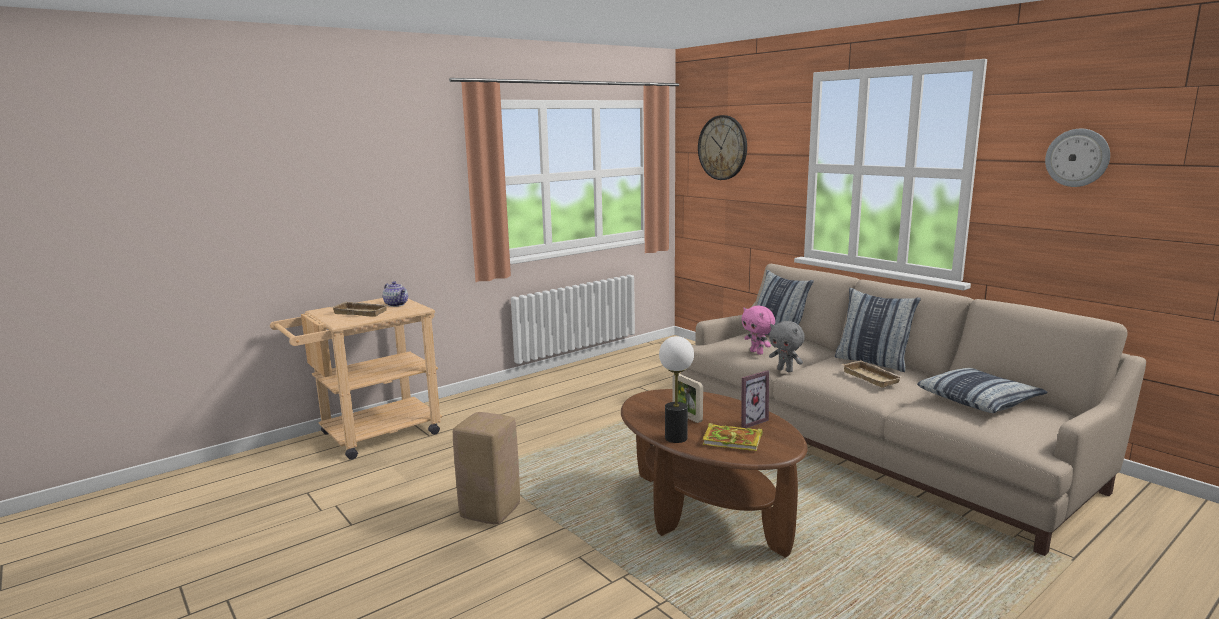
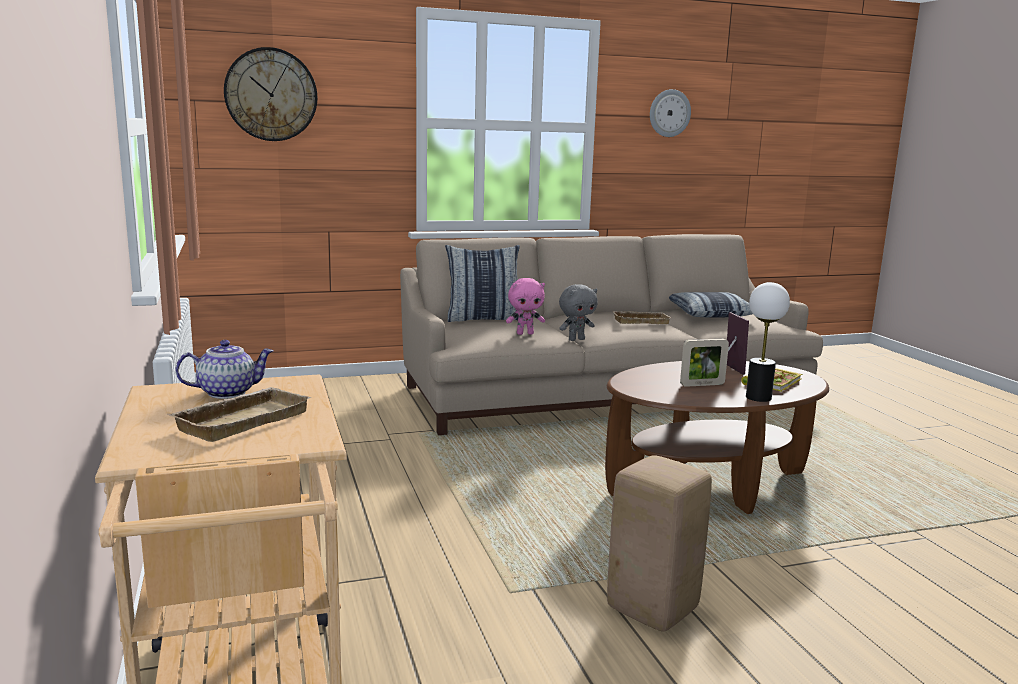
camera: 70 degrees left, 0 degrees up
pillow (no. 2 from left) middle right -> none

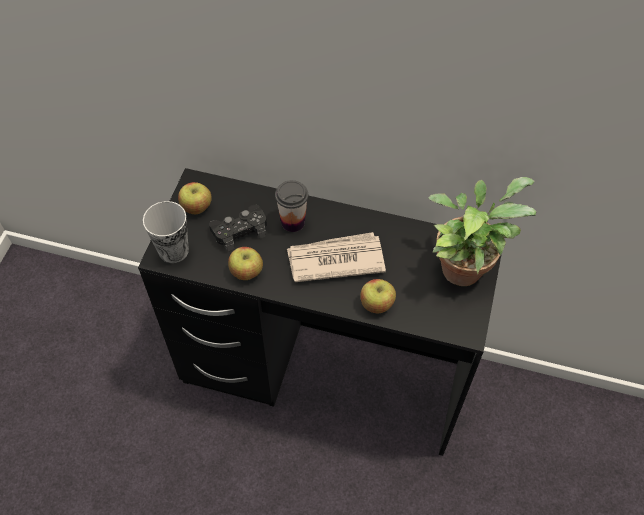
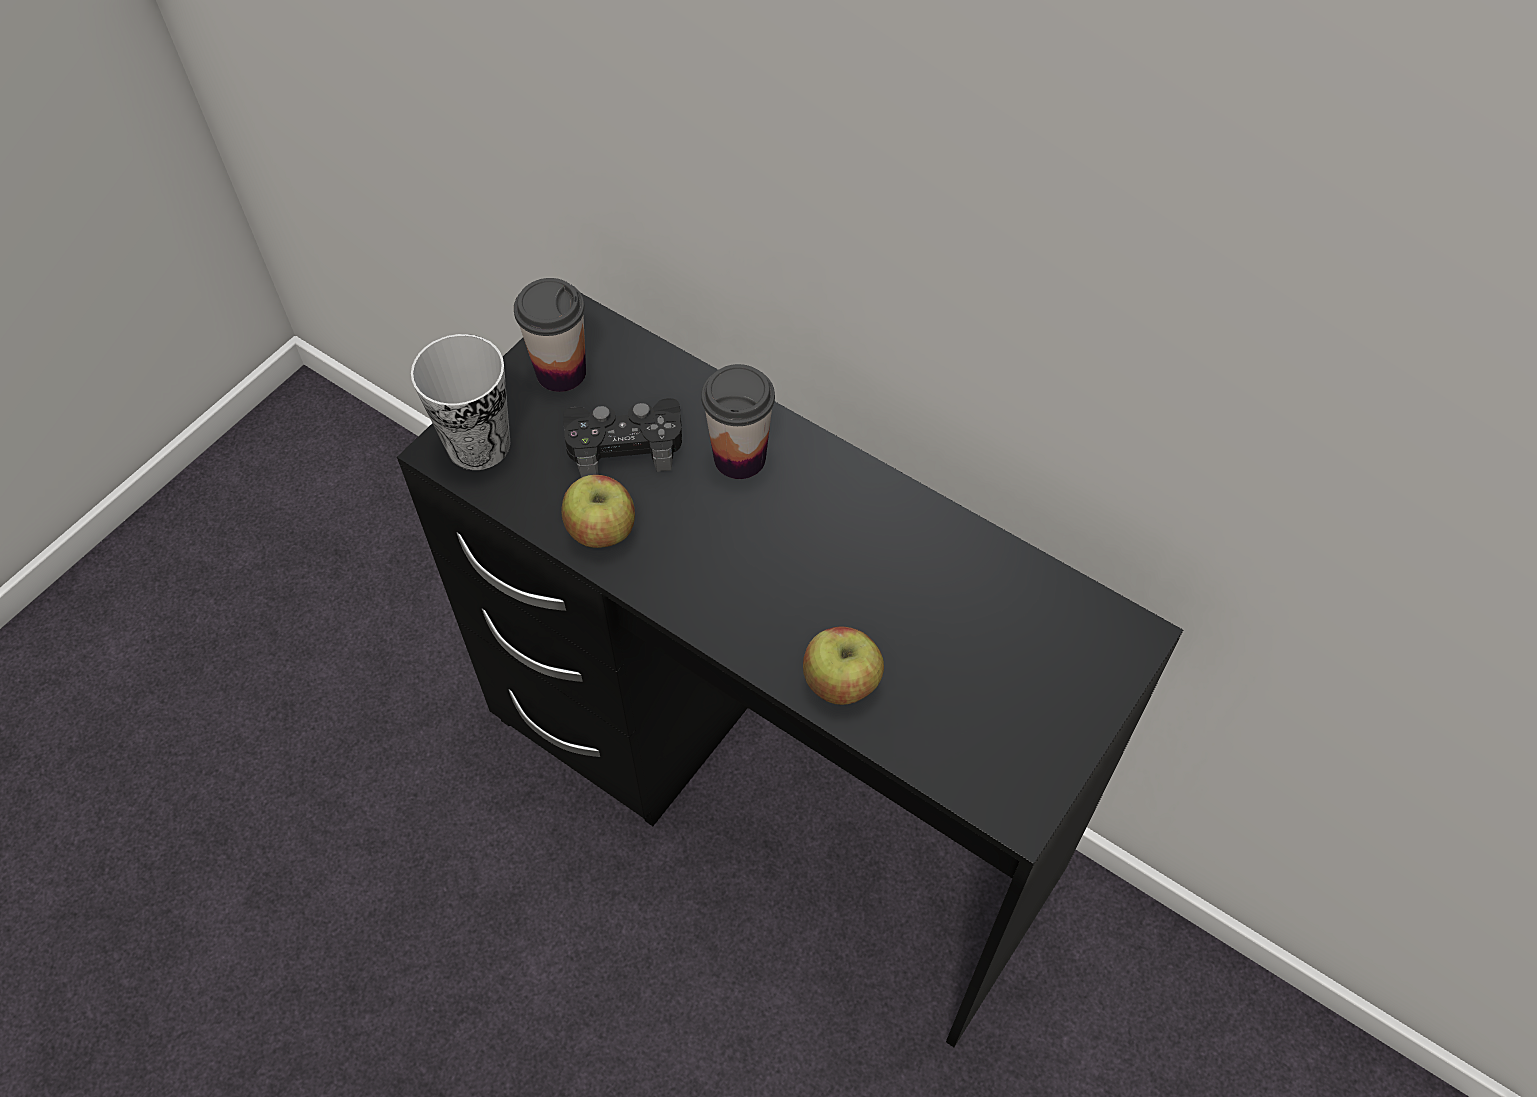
camera: 20 degrees right, 0 degrees up
potted plant middle right -> none
apple (no. 1 from left) middle left -> cup (no. 2 from left) top centre
newspaper centre -> none

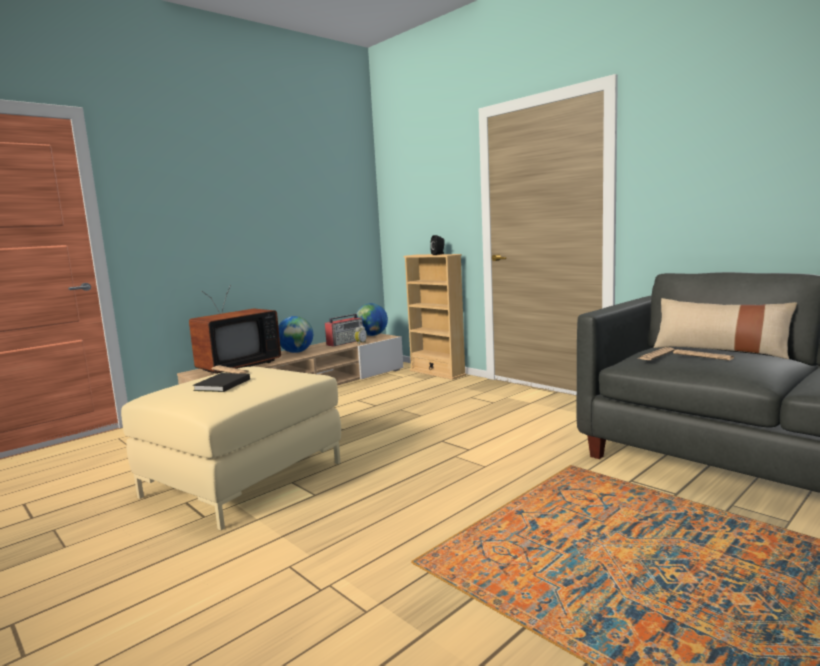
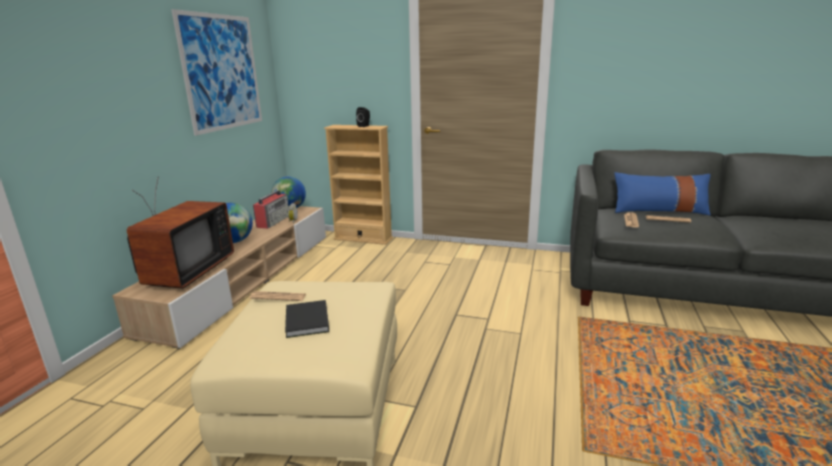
camera: 30 degrees left, 10 degrees up
beige pillow middle right -> blue pillow middle right
none -> picture top left

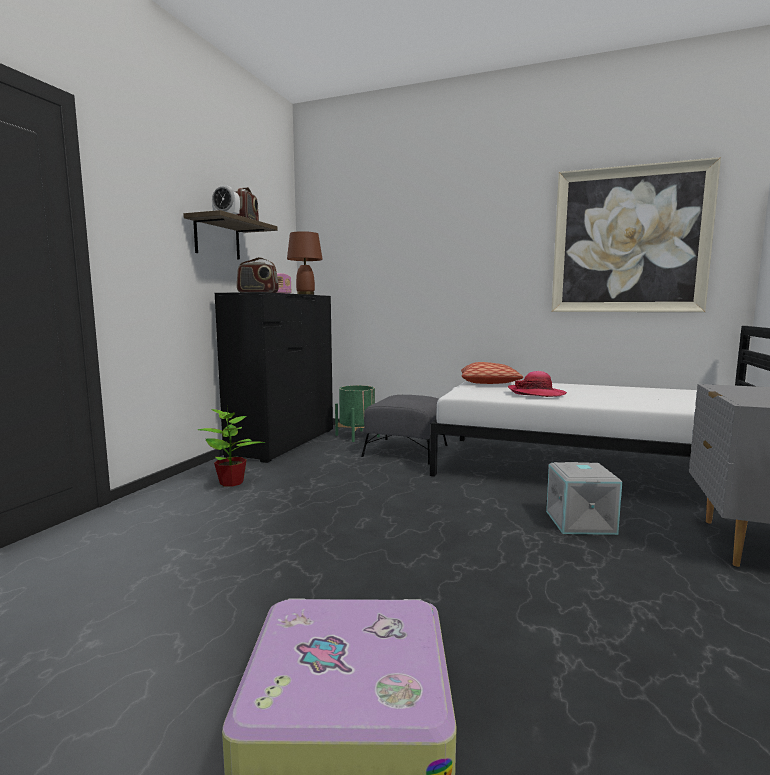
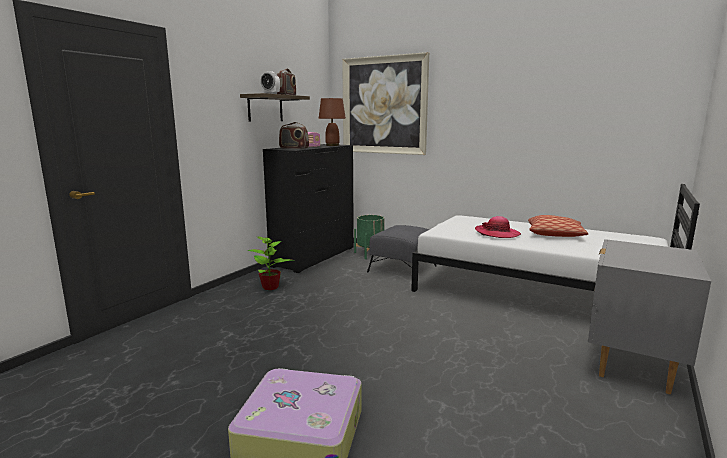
camera: 10 degrees right, 5 degrees up
picture top right -> picture top centre, shifted
pillow centre -> pillow middle right, shifted
grey storage box middle right -> none

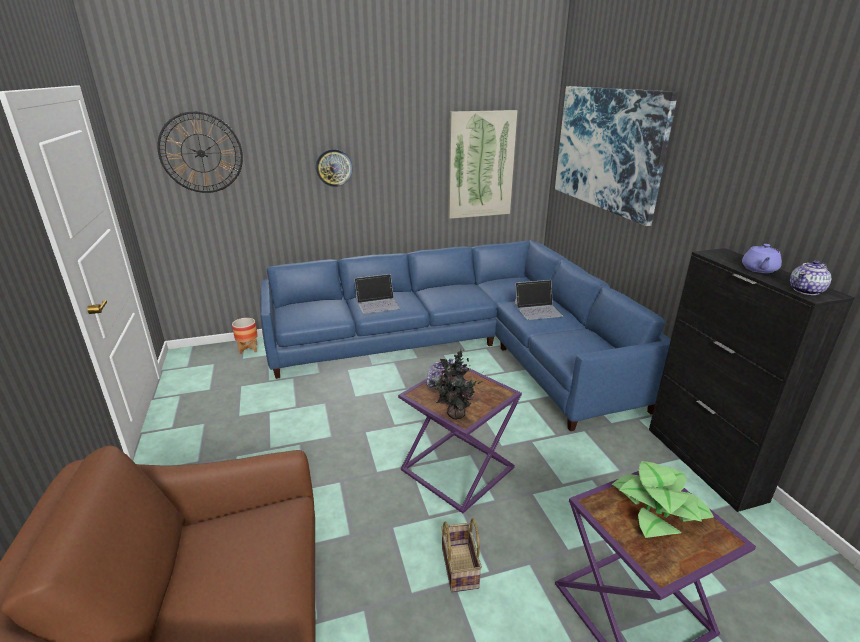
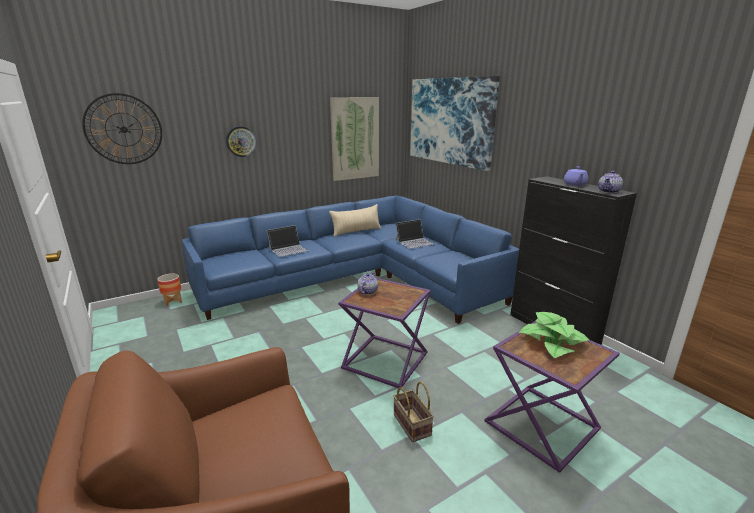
camera: 15 degrees left, 5 degrees down
potted plant (no. 1 from left) centre -> none
none -> beige pillow centre

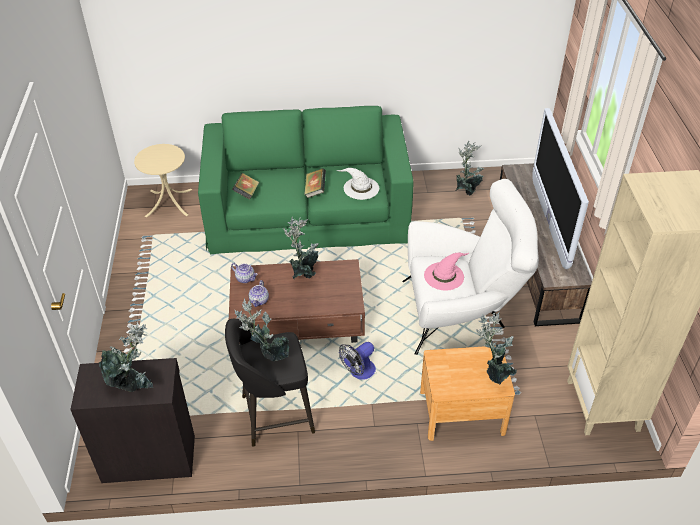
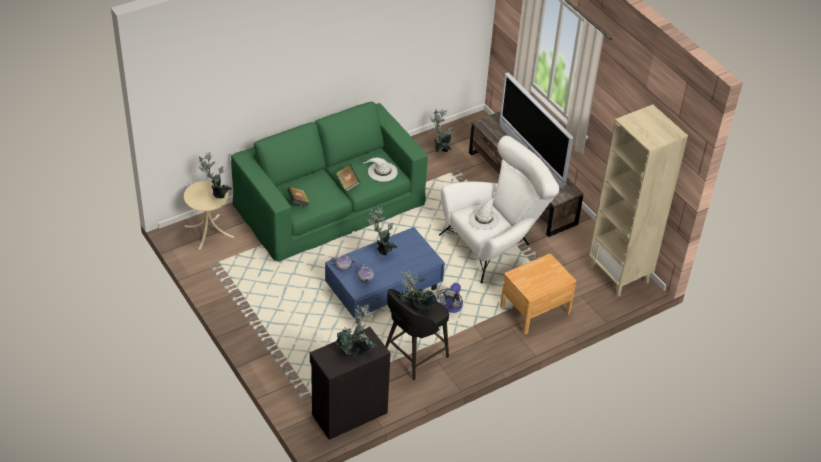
camera: 30 degrees left, 0 degrees up
pink hat centre -> white hat (no. 2 from left) centre
brown coffee table centre -> blue coffee table centre
potted plant (no. 5 from left in the first image) middle right -> potted plant (no. 1 from left) middle left, shifted

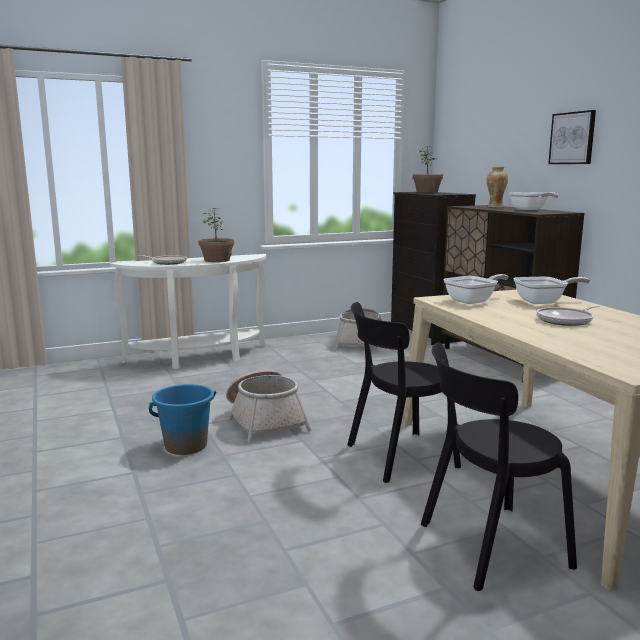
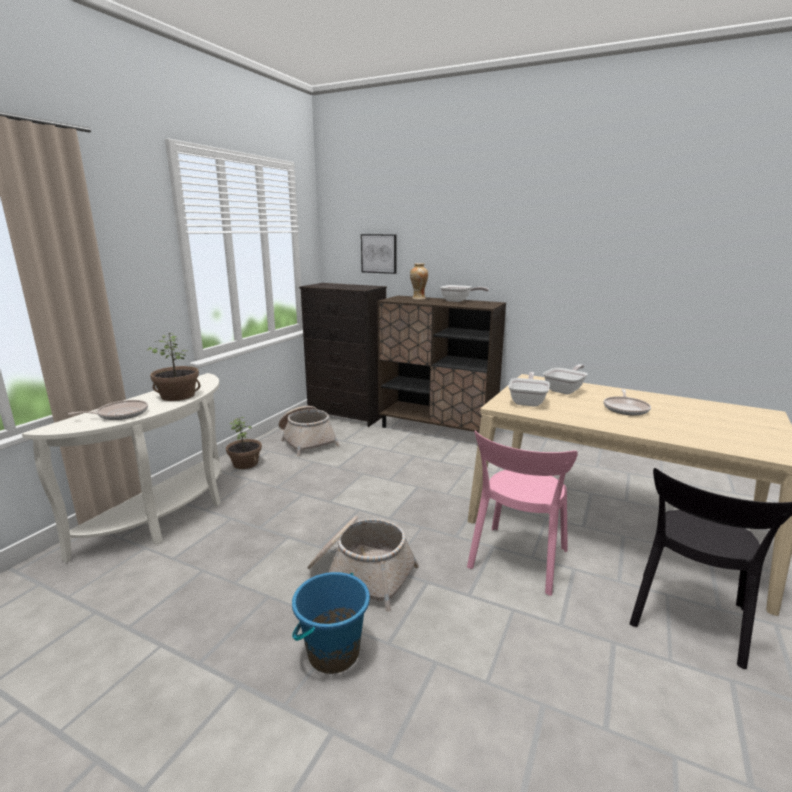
camera: 40 degrees left, 5 degrees up
picture top right -> picture top centre, shifted
potted plant (no. 2 from left) top right -> potted plant (no. 2 from left) middle left, shifted
black chair (no. 1 from left) centre -> pink chair centre

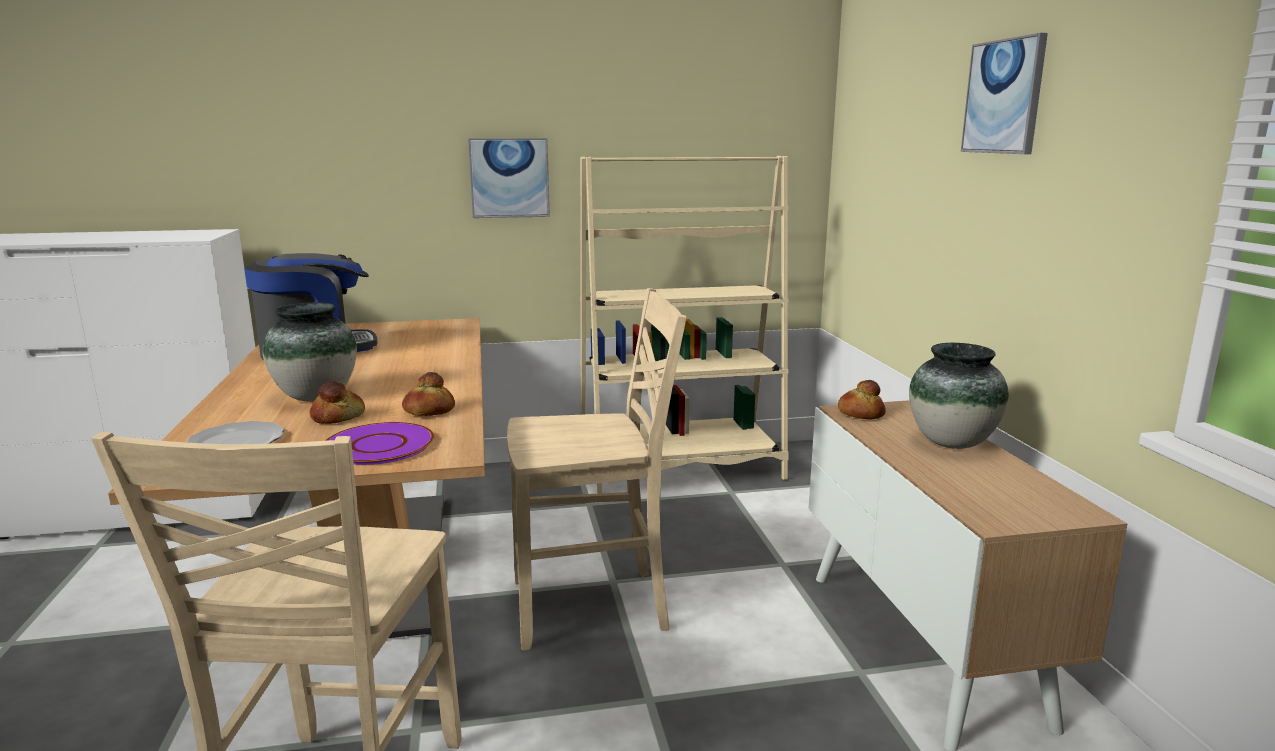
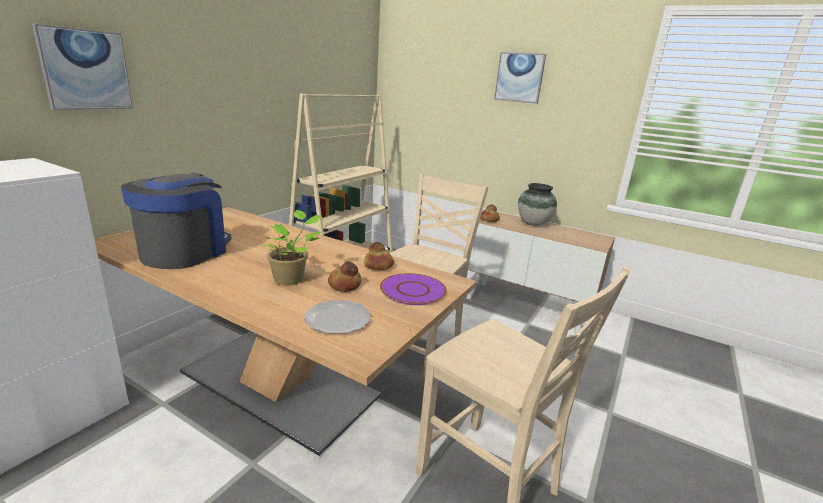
camera: 50 degrees left, 5 degrees up
picture (no. 1 from left) top centre -> picture (no. 1 from left) top left, shifted
vase (no. 1 from left) middle left -> potted plant centre

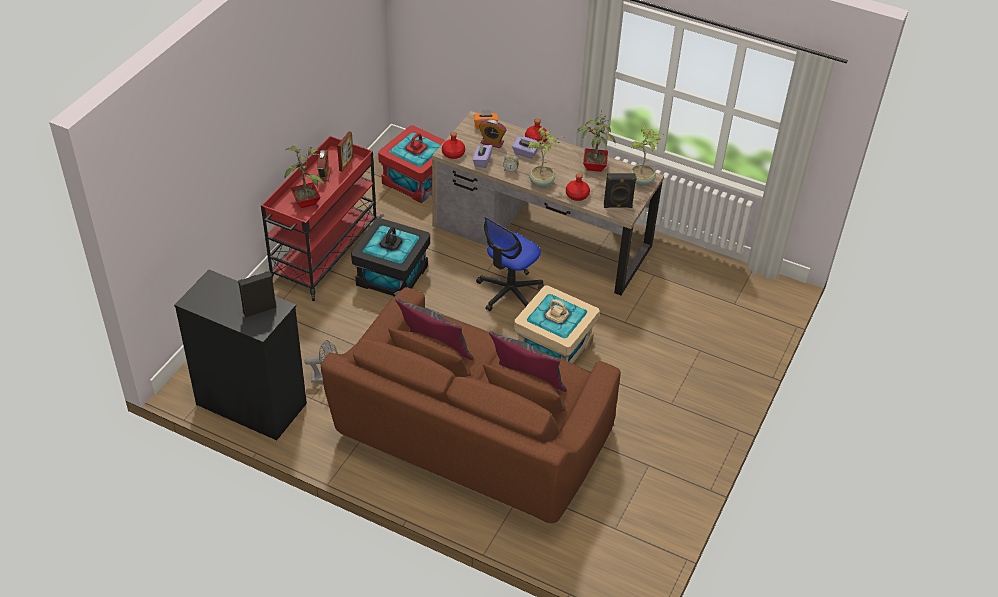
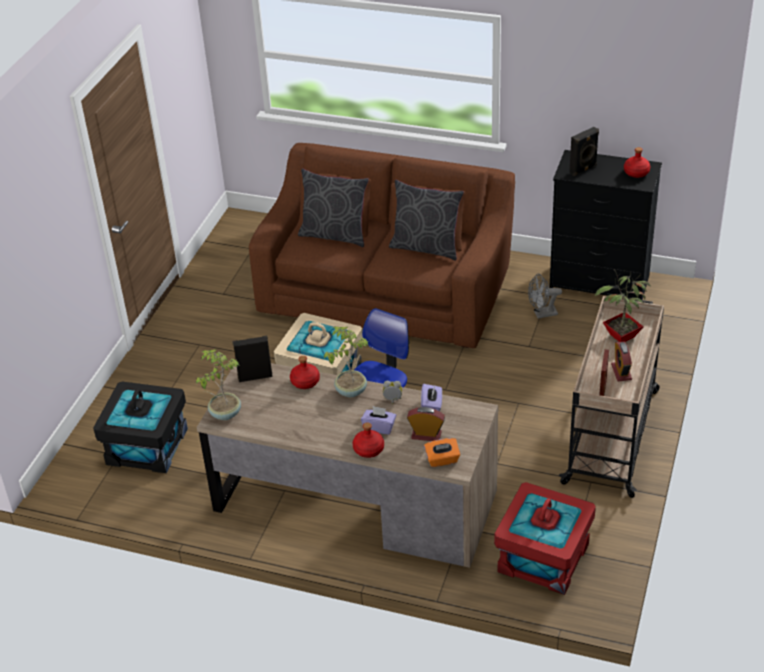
camera: 175 degrees right, 5 degrees down
potted plant (no. 3 from left) top centre -> none
red bottle (no. 1 from left in the first image) top centre -> red bottle (no. 3 from left) top right, shifted
red cart middle left -> beige cart middle right
black storage box centre -> black storage box middle left, shifted

